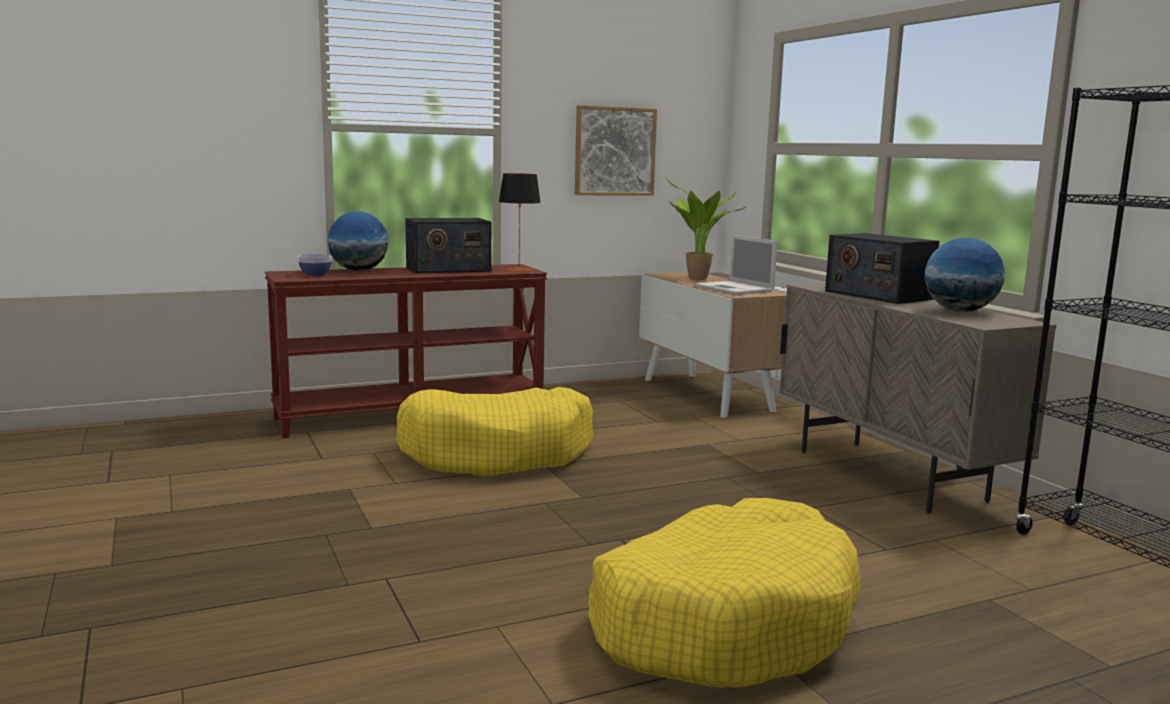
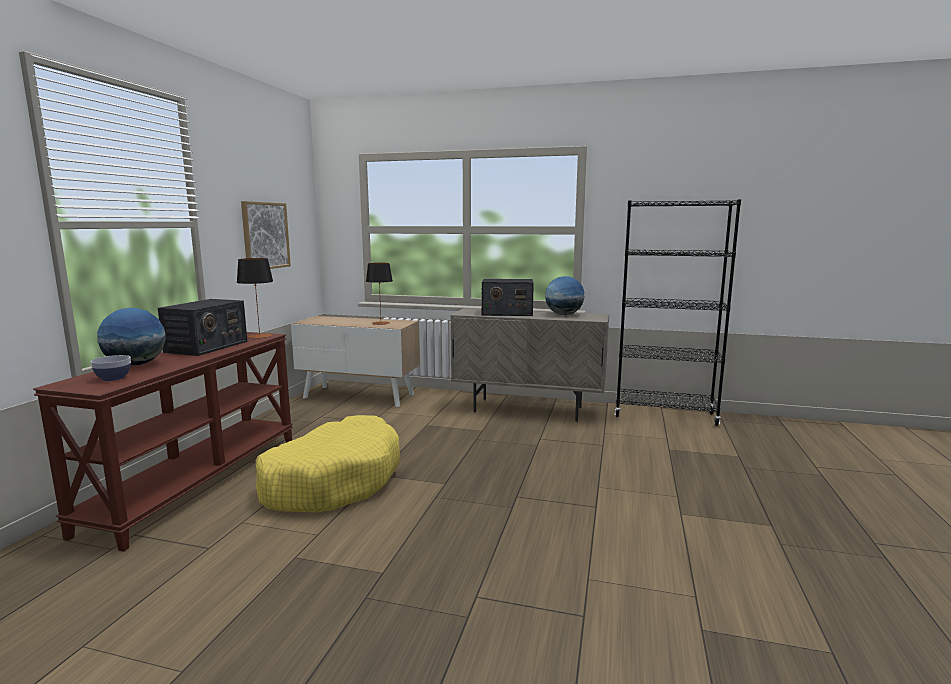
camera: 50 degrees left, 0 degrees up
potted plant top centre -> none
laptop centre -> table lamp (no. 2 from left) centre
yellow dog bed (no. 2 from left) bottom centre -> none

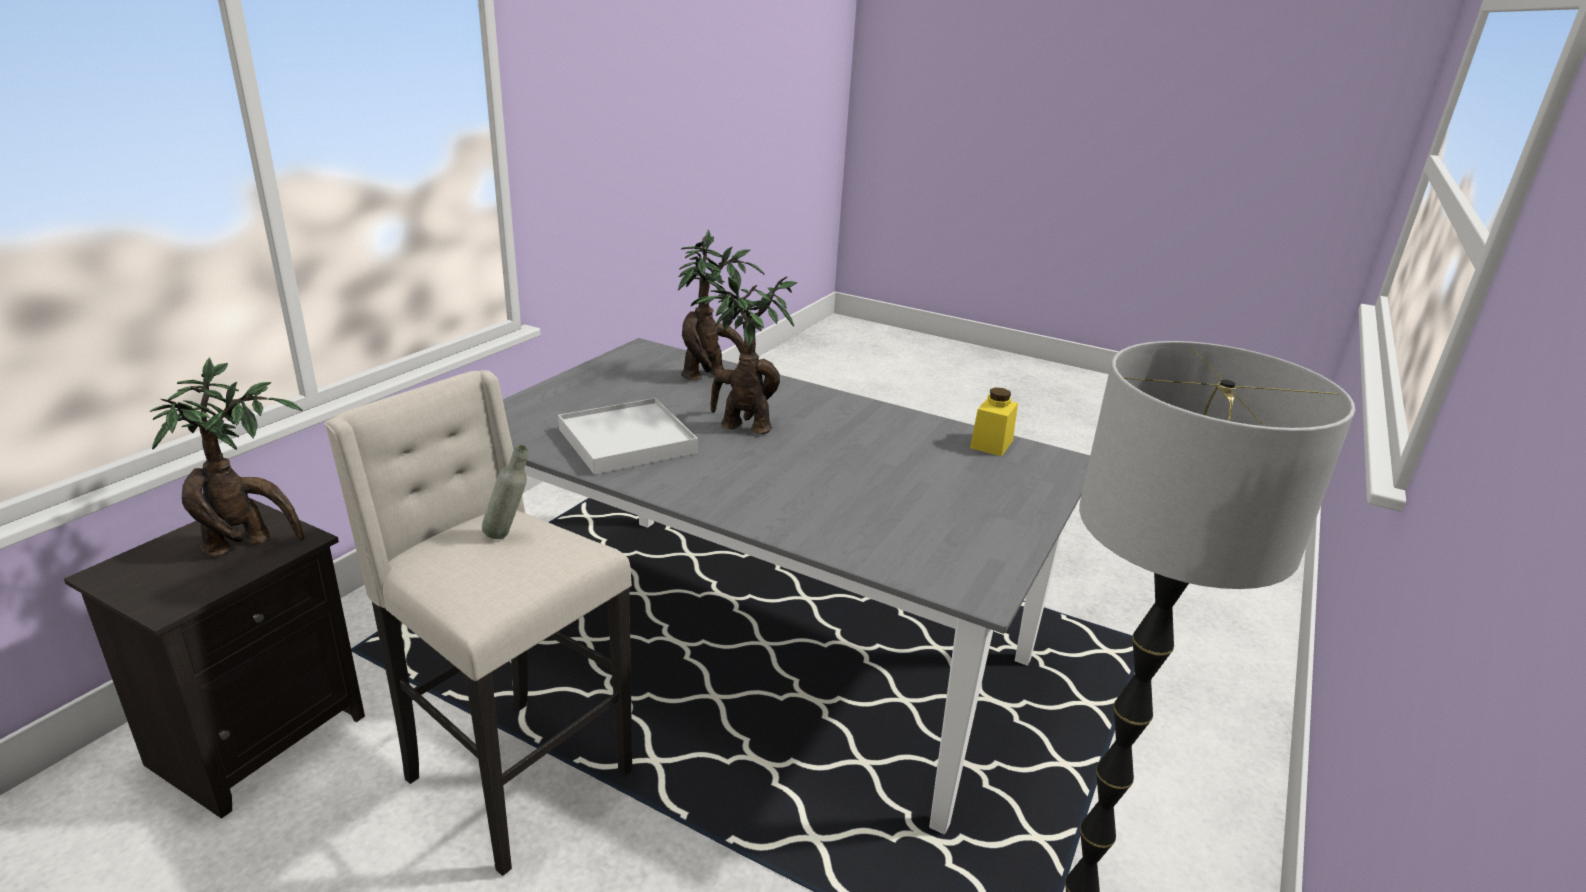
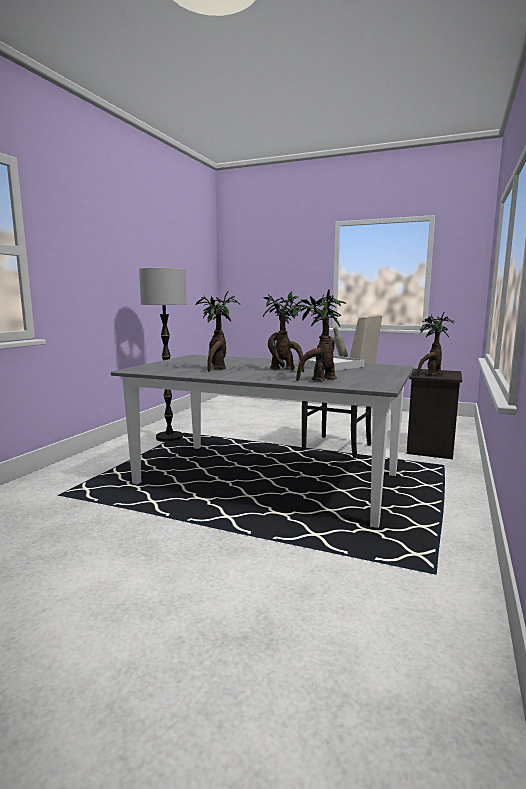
camera: 175 degrees right, 15 degrees down
yellow jar centre -> none
none -> potted plant (no. 1 from left) centre

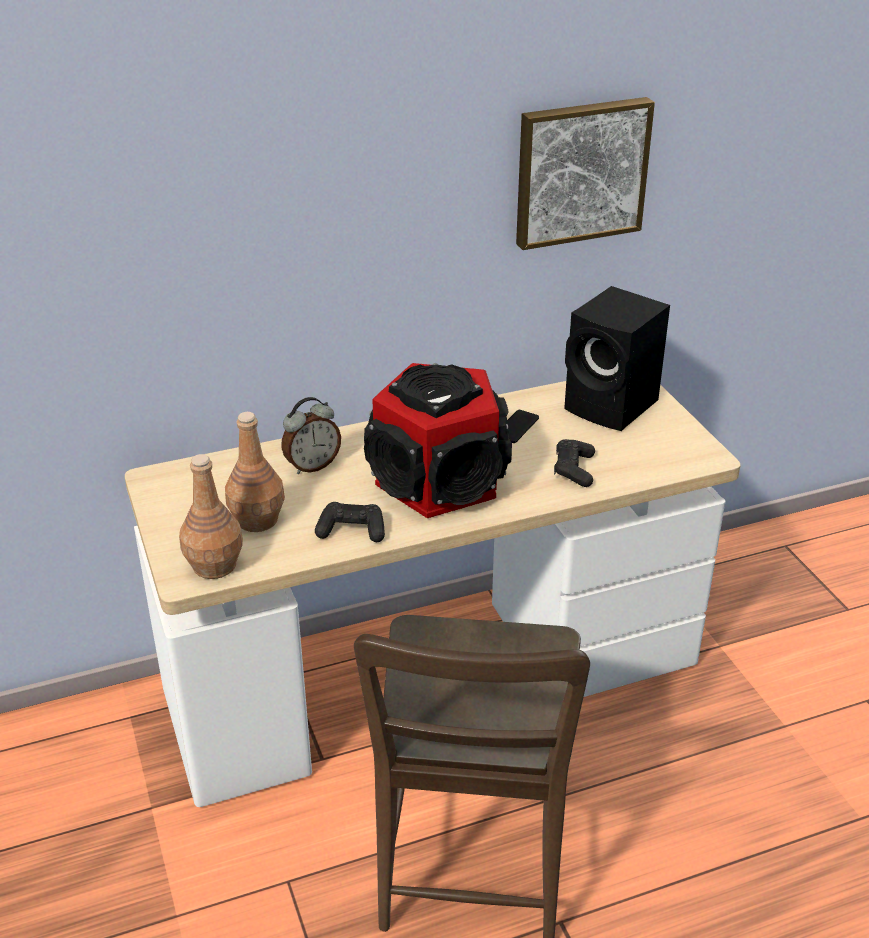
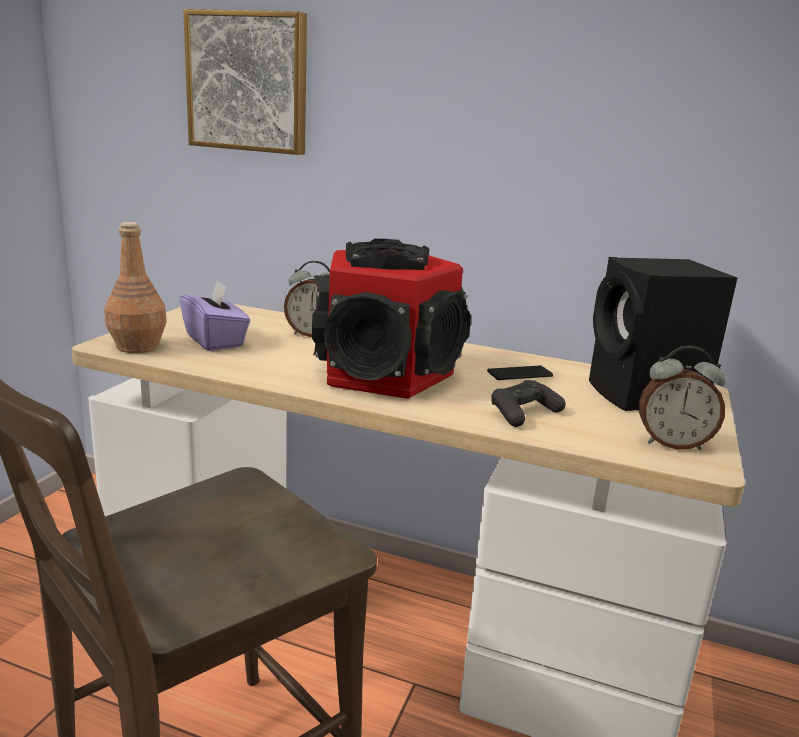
camera: 40 degrees right, 15 degrees down
picture top right -> picture top left, shifted
brown bottle (no. 2 from left) middle left -> purple tissue box middle left
black game controller (no. 1 from left) centre -> none
none -> alarm clock (no. 2 from left) middle right

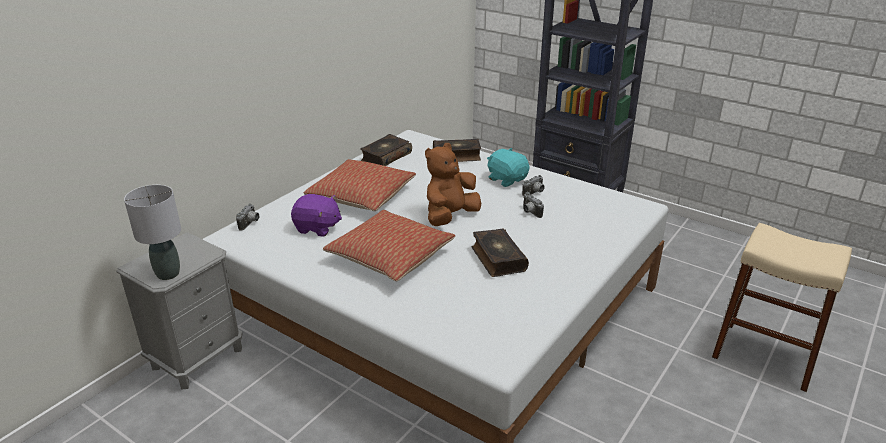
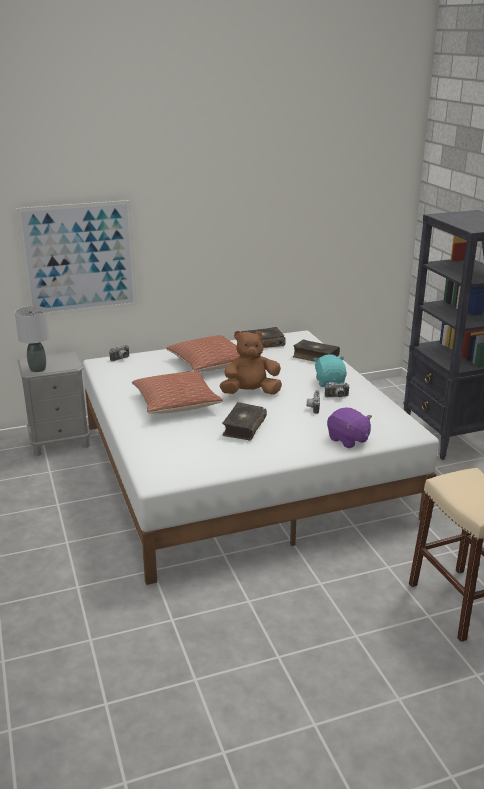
camera: 35 degrees right, 5 degrees down
purple plush toy centre -> purple plush toy middle right, shifted
none -> picture top left

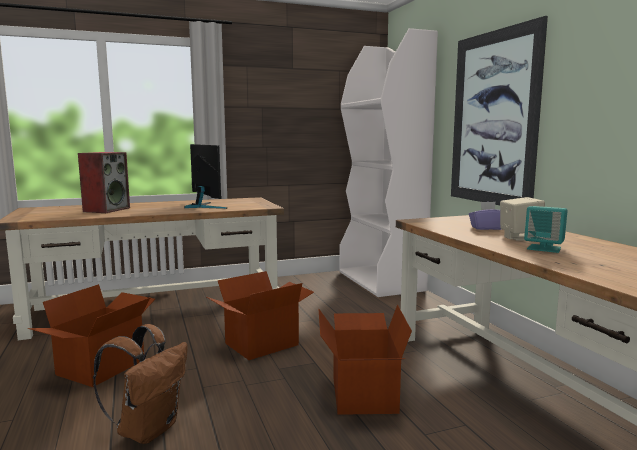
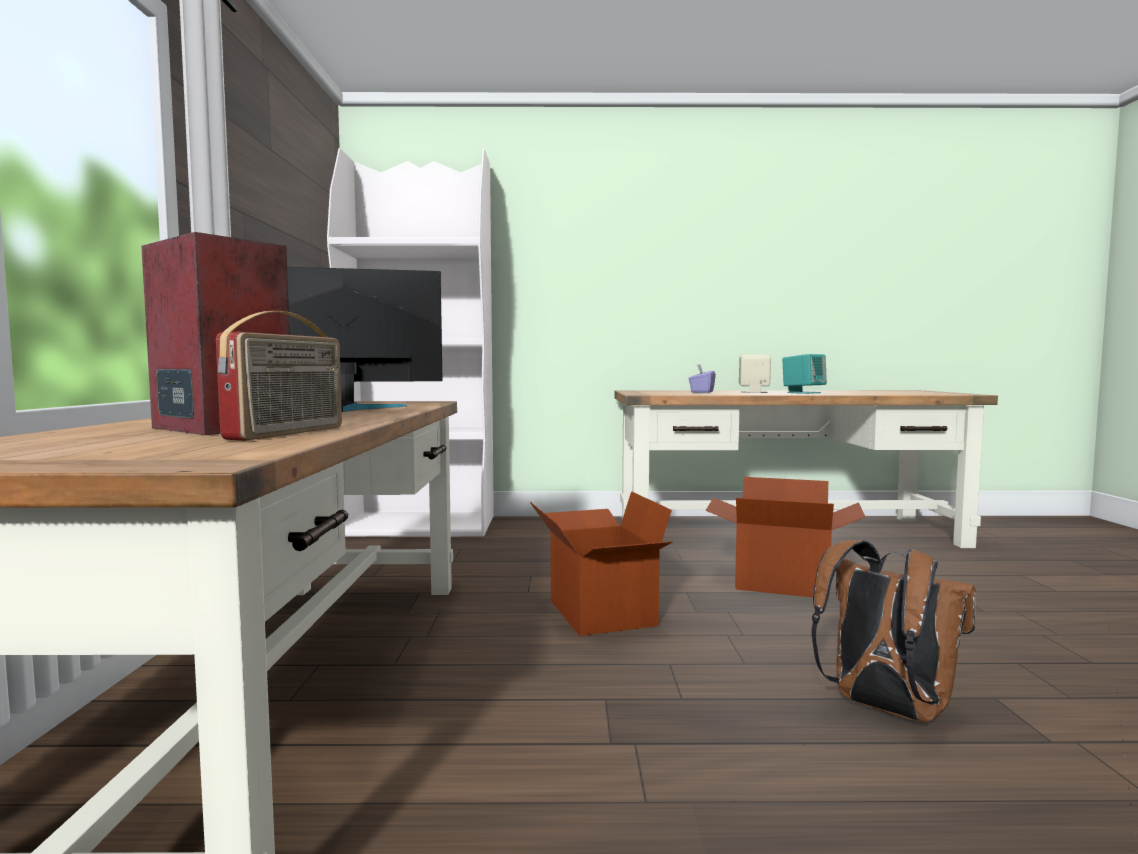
camera: 70 degrees left, 5 degrees down
picture top right -> none
cardboard box (no. 1 from left) bottom left -> none
none -> radio middle left

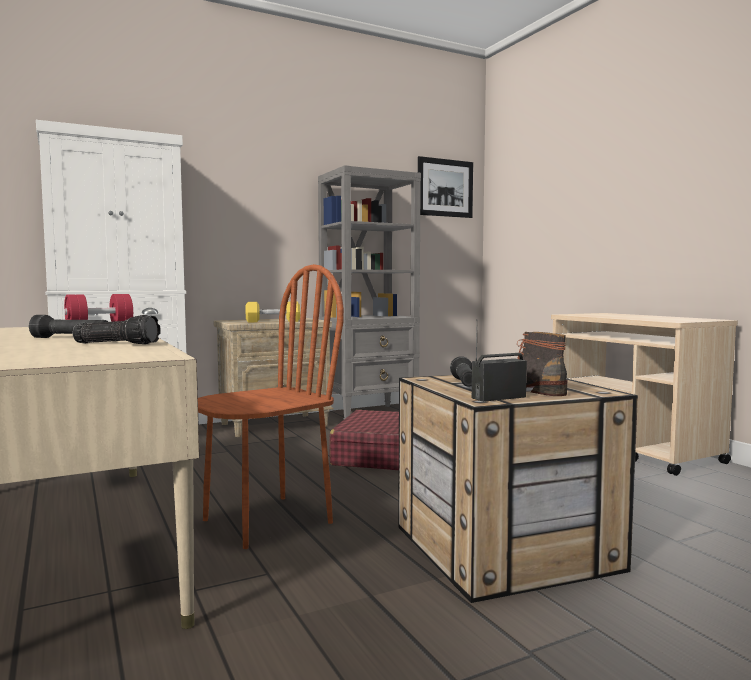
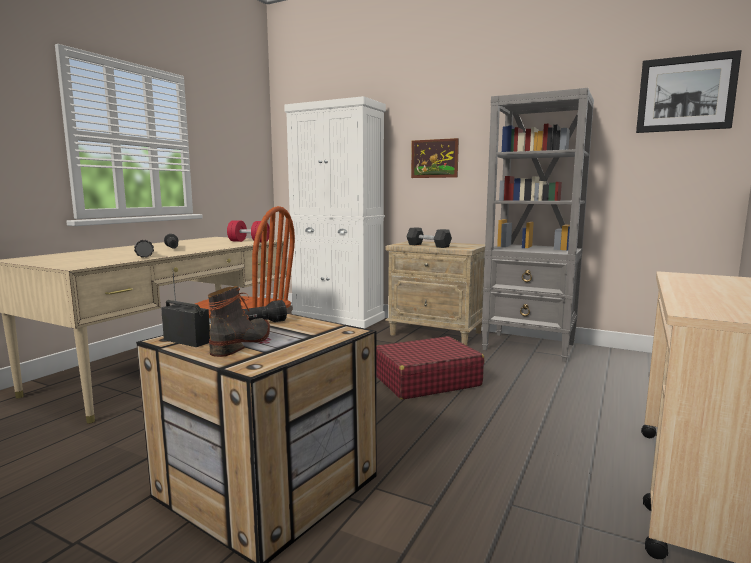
camera: 55 degrees right, 5 degrees up
yellow dumbbell centre -> black dumbbell centre
none -> picture (no. 1 from left) top centre

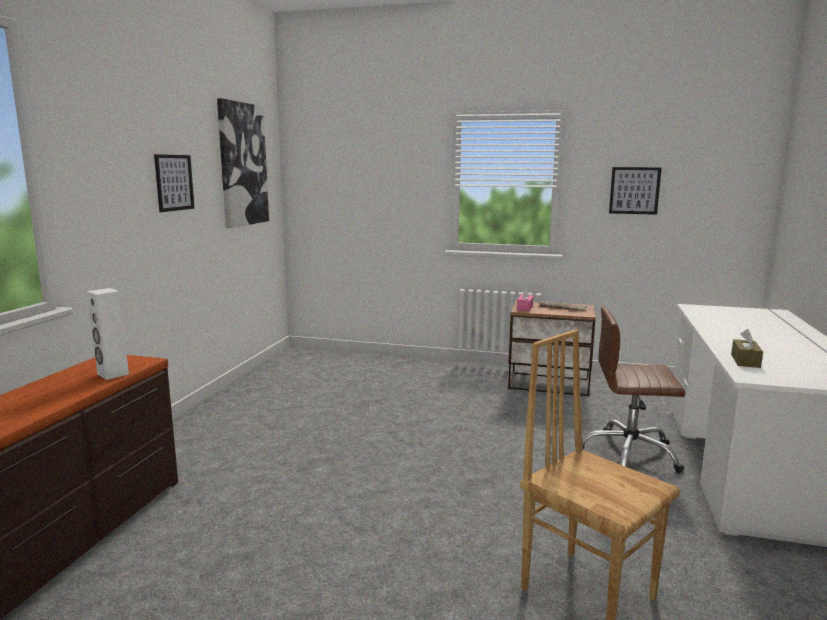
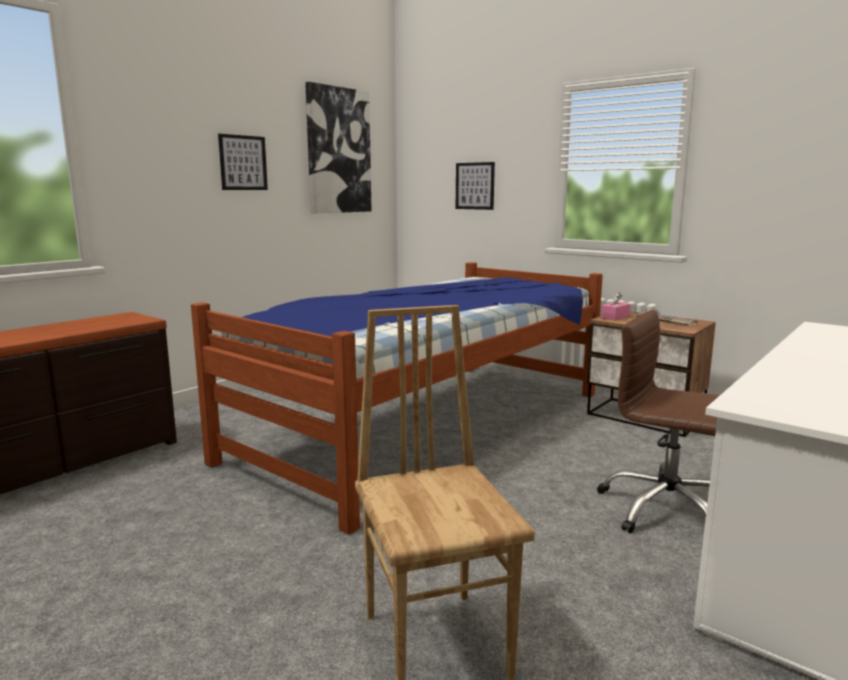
camera: 25 degrees right, 0 degrees up
picture (no. 3 from left) top right -> picture (no. 3 from left) top centre, shifted
white speaker middle left -> none
brown tissue box middle right -> none
none -> bed centre

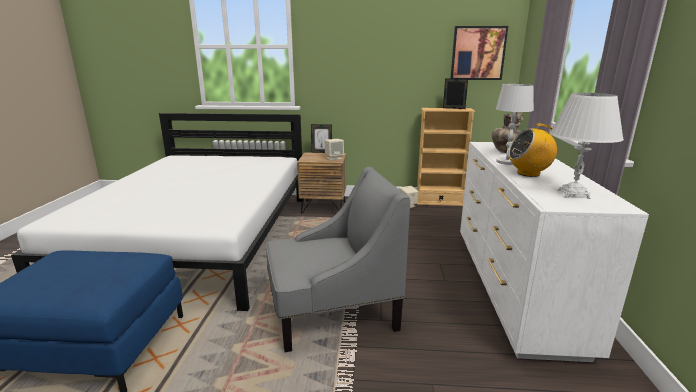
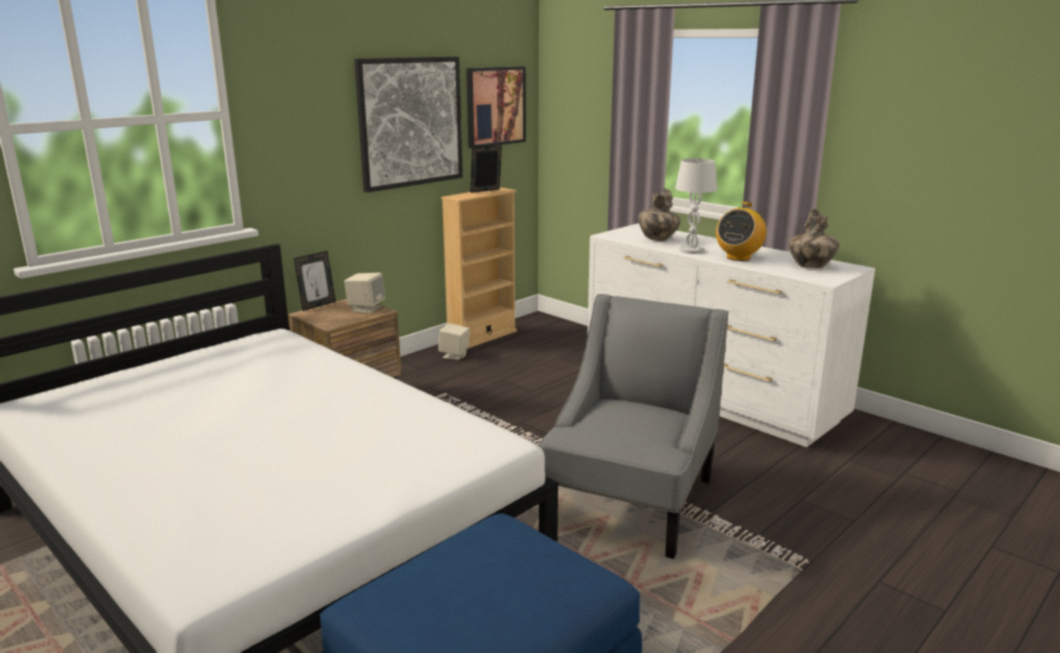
camera: 50 degrees left, 0 degrees up
white table lamp (no. 2 from left) middle right -> vase (no. 2 from left) middle right
none -> picture (no. 1 from left) top centre

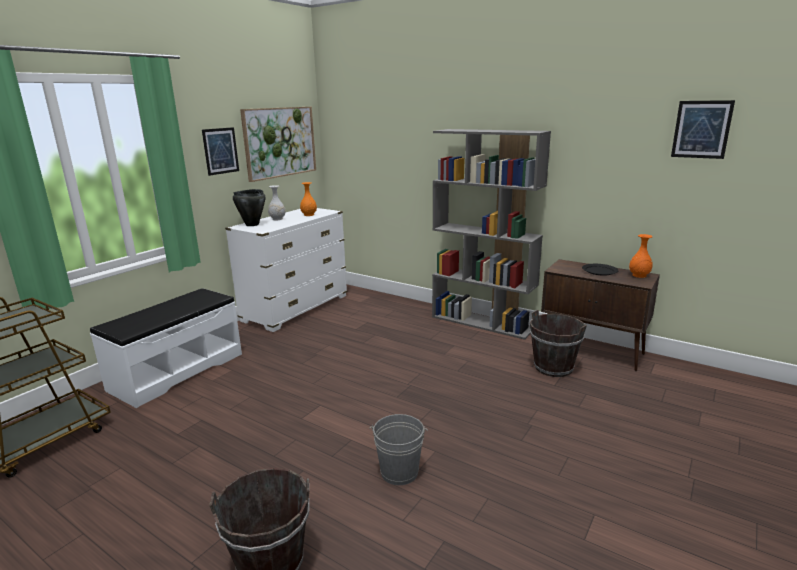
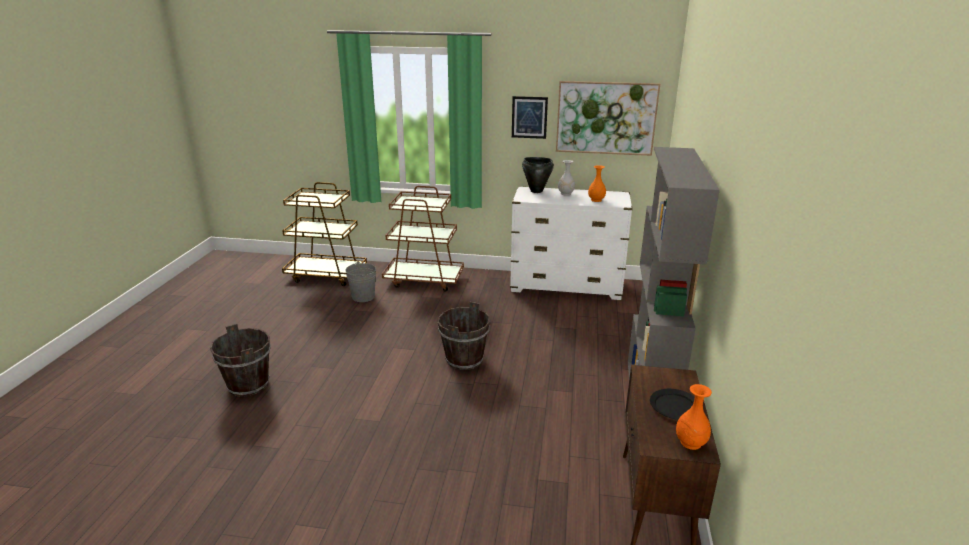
camera: 65 degrees right, 5 degrees up
picture (no. 3 from left) top right -> none
white bench middle left -> brown cart (no. 2 from left) centre
brown bucket (no. 2 from left) middle right -> brown bucket (no. 2 from left) centre, shifted
grey bucket bottom centre -> grey bucket centre, shifted

